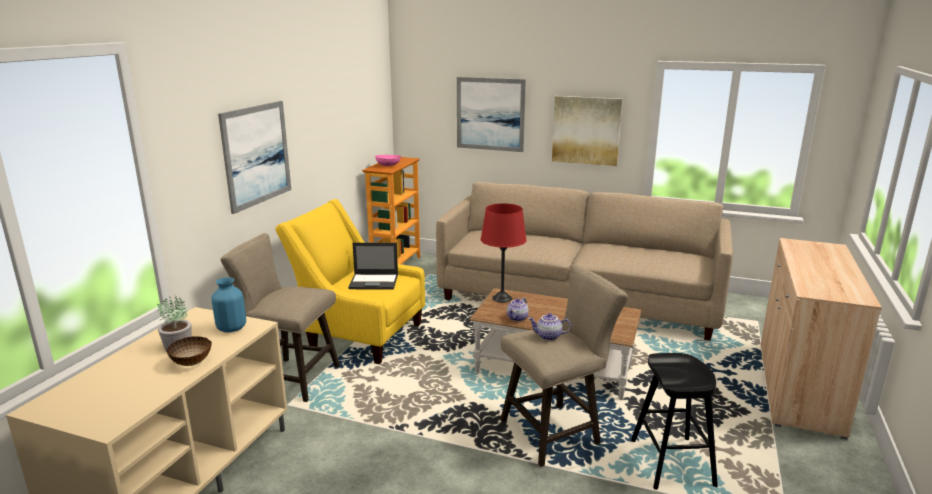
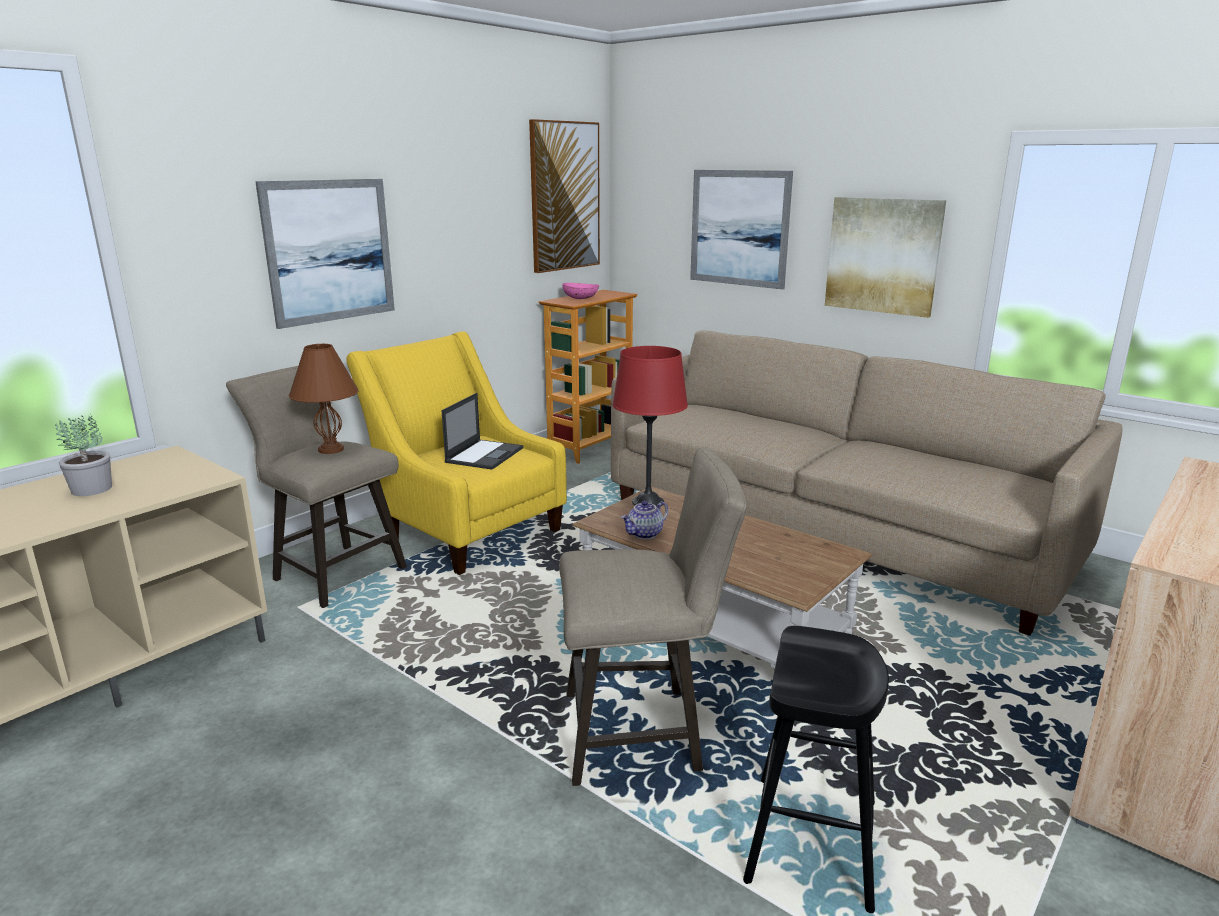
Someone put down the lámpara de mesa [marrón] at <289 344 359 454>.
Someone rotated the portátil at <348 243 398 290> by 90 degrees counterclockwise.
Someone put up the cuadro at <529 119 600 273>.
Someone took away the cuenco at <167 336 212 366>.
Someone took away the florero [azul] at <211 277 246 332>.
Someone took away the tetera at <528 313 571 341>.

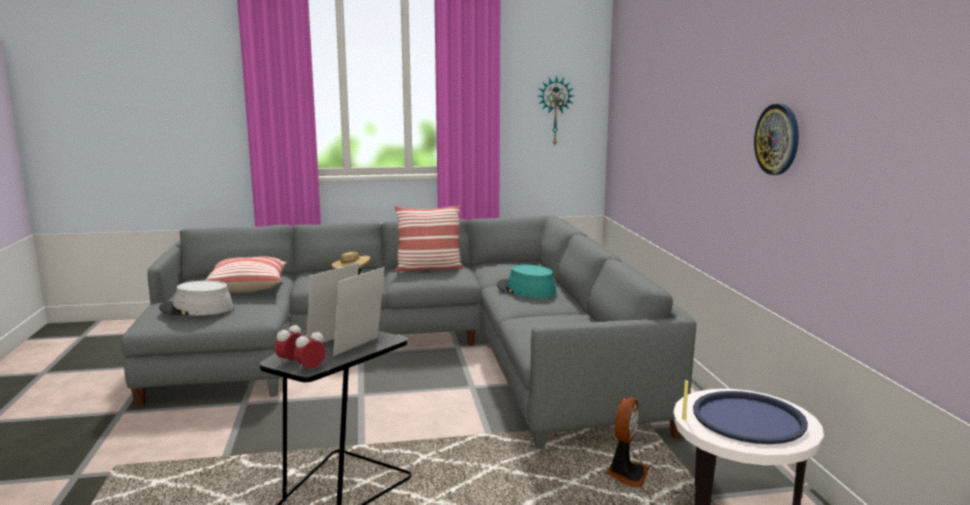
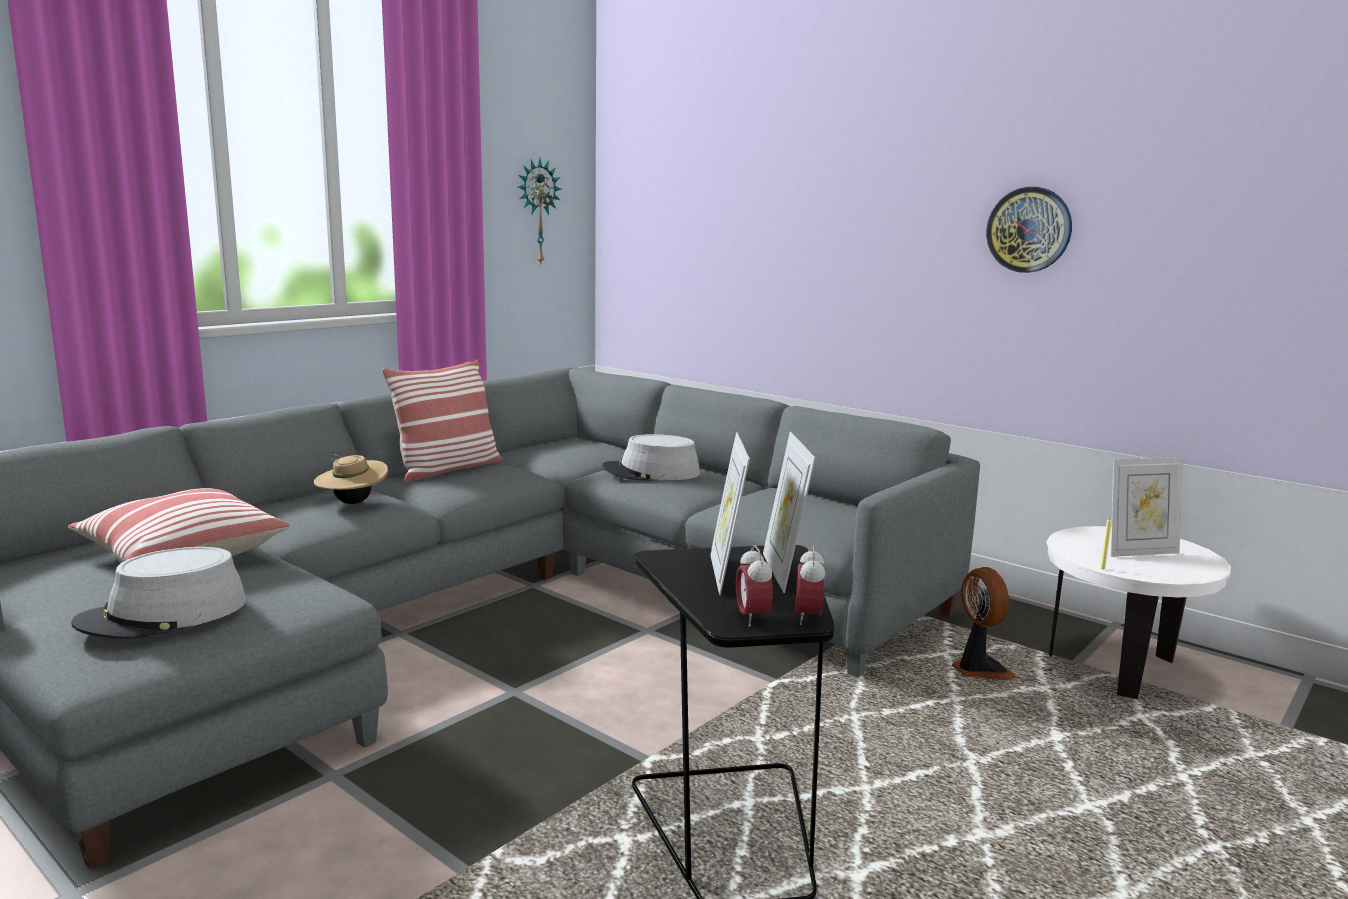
Someone repainted the sombrero [turquesa] at <497 264 556 298>, which became the sombrero [gris] at <602 434 700 480>.
Someone swapped the bandeja [azul] at <693 391 808 444> for the portarretratos at <1111 457 1183 557>.

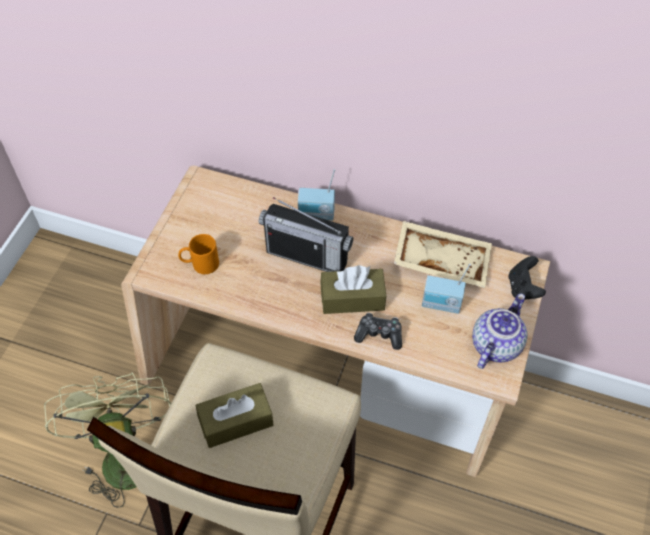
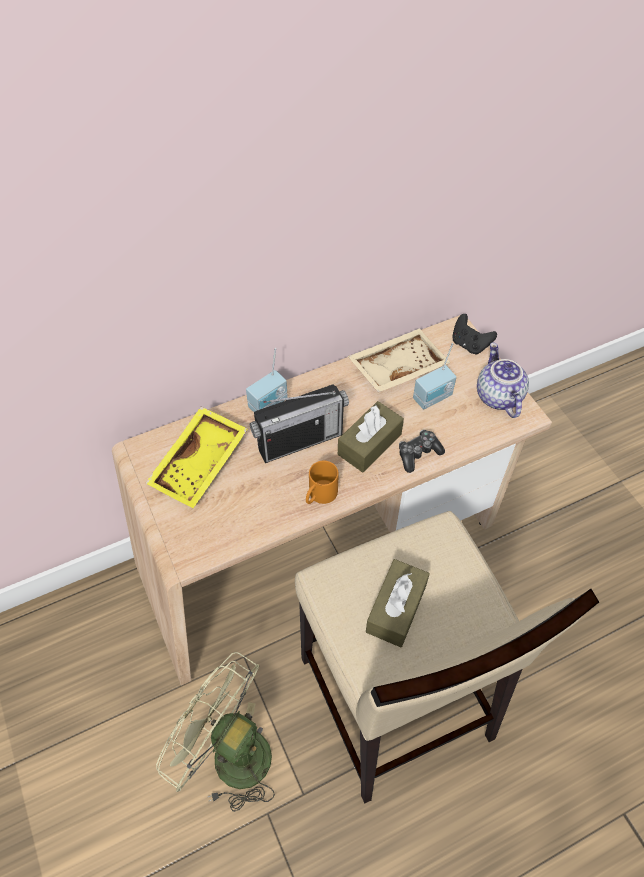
Someone put down the bandeja [amarillo] at <145 407 248 508>.
Someone carried the taza grande [naranja] from <178 234 219 274> to <306 461 339 504>.

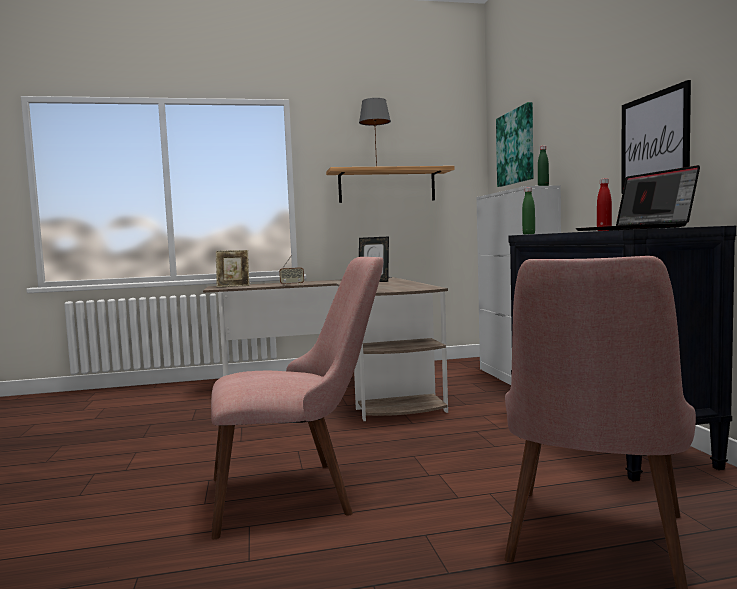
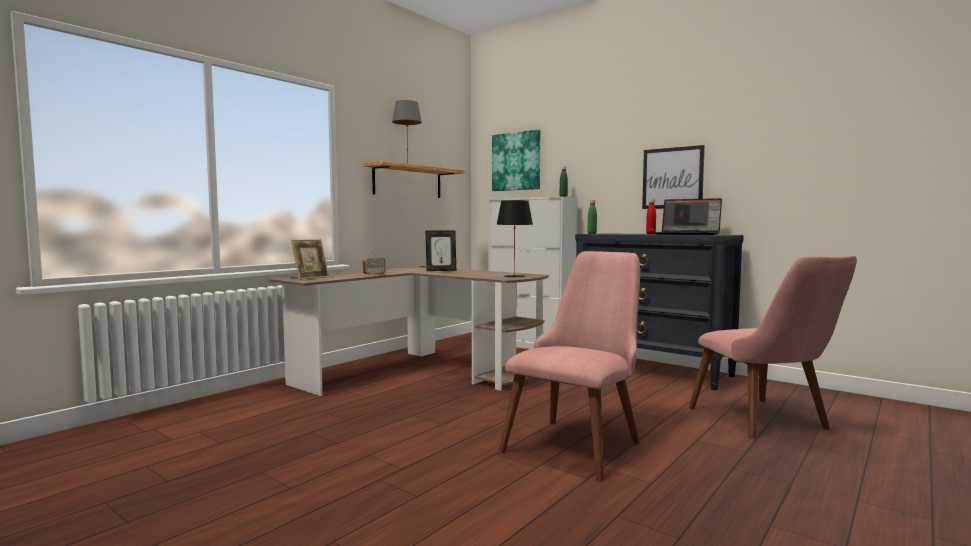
Someone put down the lámpara de mesa [negro] at <497 200 533 277>.

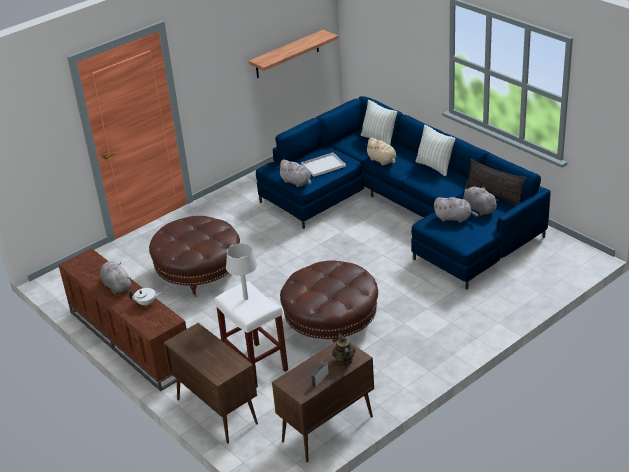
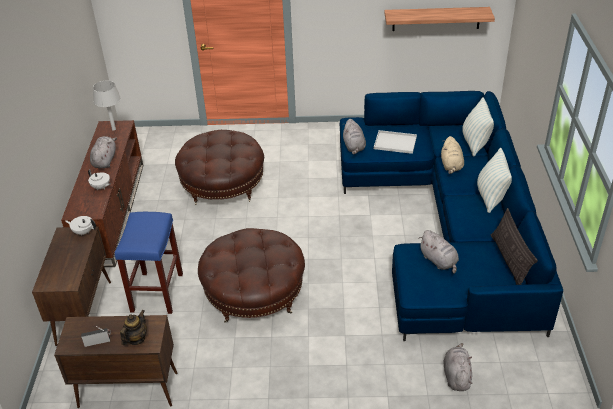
Someone put down the tetera [blanco] at <65 216 96 236>.
Someone carried the lámpara de mesa [gris] from <226 243 257 300> to <93 81 121 131>.
Someone repainted the taburete [blanco] at <215 281 288 388>, which became the taburete [azul] at <115 212 183 314>.
Someone carried the peluche [gris] from <463 186 499 216> to <443 343 472 391>.

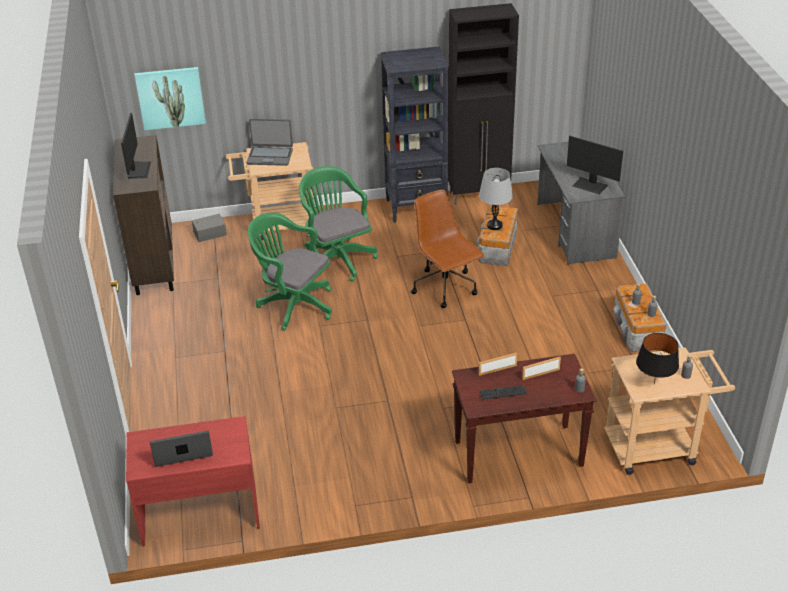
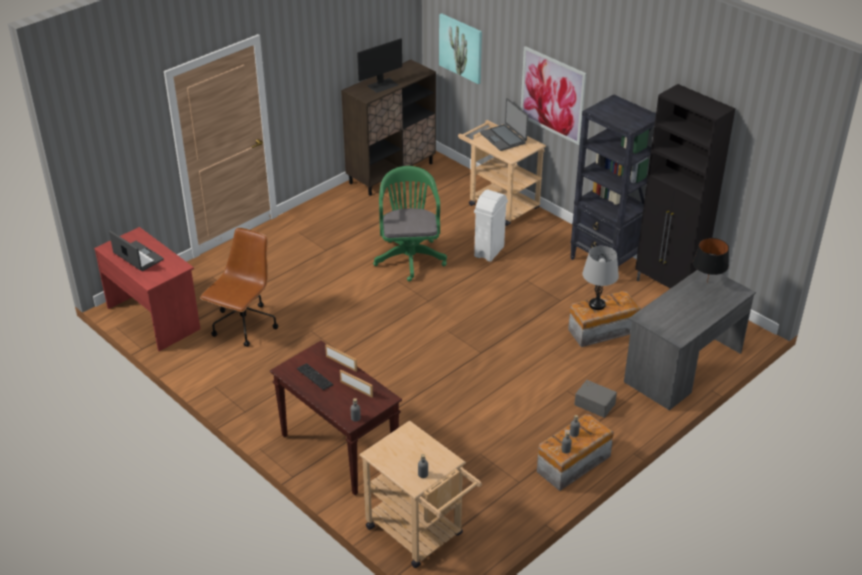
Someone carried the silla de oficina [marrón] from <411 190 485 308> to <200 228 278 347>.
Someone swapped the silla de oficina [verde] at <299 166 378 282> for the papelera [blanco] at <474 189 508 262>.
Someone put up the cuadro at <521 46 587 145>.
Someone carried the caja de almacenaje [gris] from <192 214 227 242> to <574 380 617 418>.
Someone carried the lámpara de mesa [negro] from <636 333 679 384> to <693 238 729 283>.
Someone took away the monitor at <567 136 623 195>.

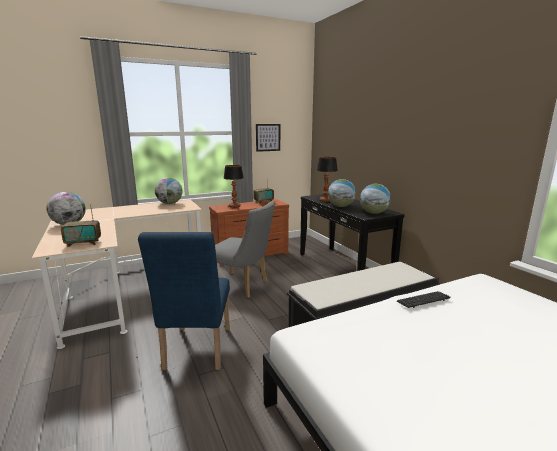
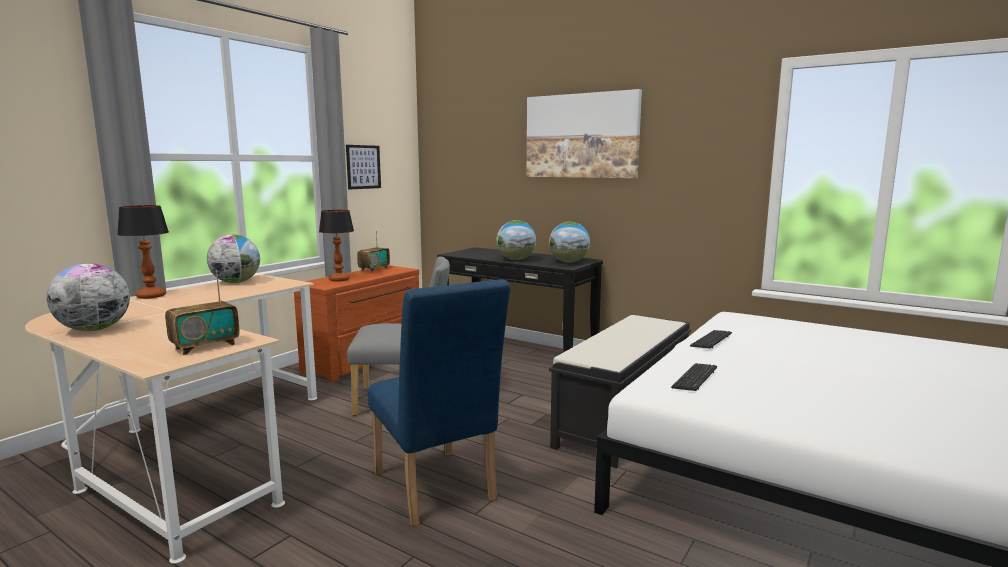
Someone carried the lámpara de mesa from <316 157 338 202> to <117 205 169 299>.
Someone put up the cuadro at <527 89 642 178>.
Someone put down the teclado at <671 363 717 391>.

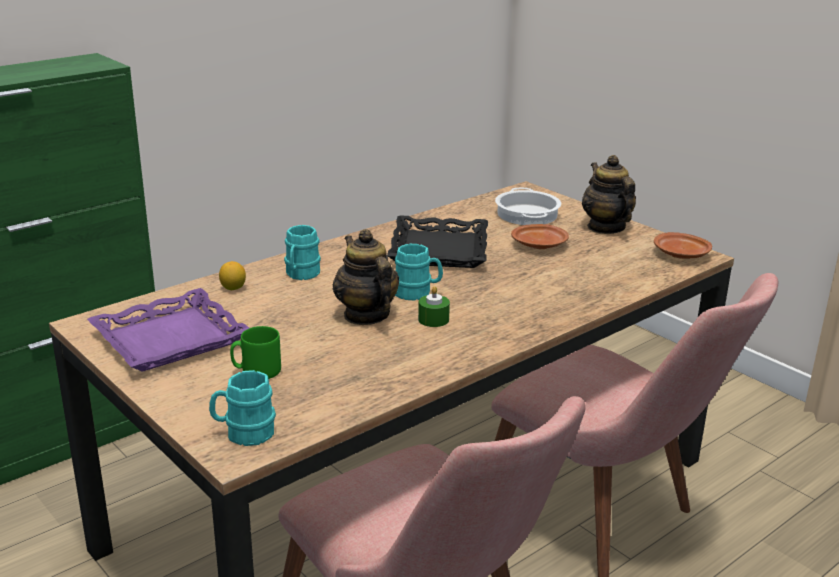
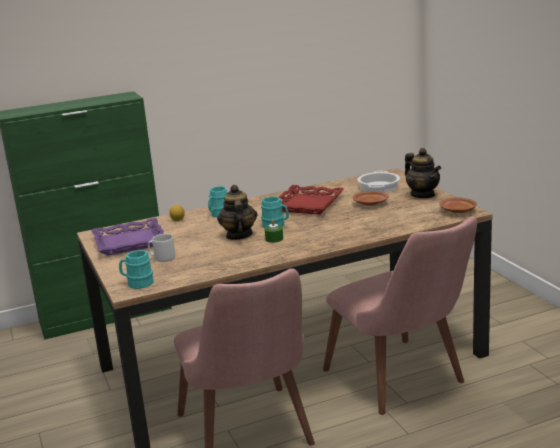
Someone repainted the taza grande [verde] at <230 326 281 379>, which became the taza grande [gris] at <148 234 175 262>.
Someone repainted the bandeja [negro] at <387 215 488 268>, which became the bandeja [rojo] at <279 185 344 215>.
Someone rotated the tetera at <582 155 636 234> by 150 degrees clockwise.

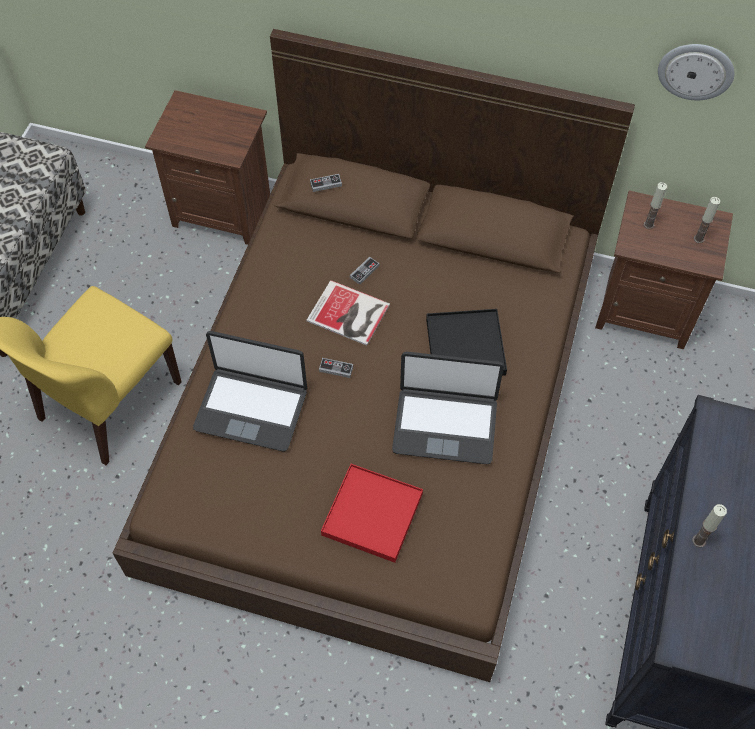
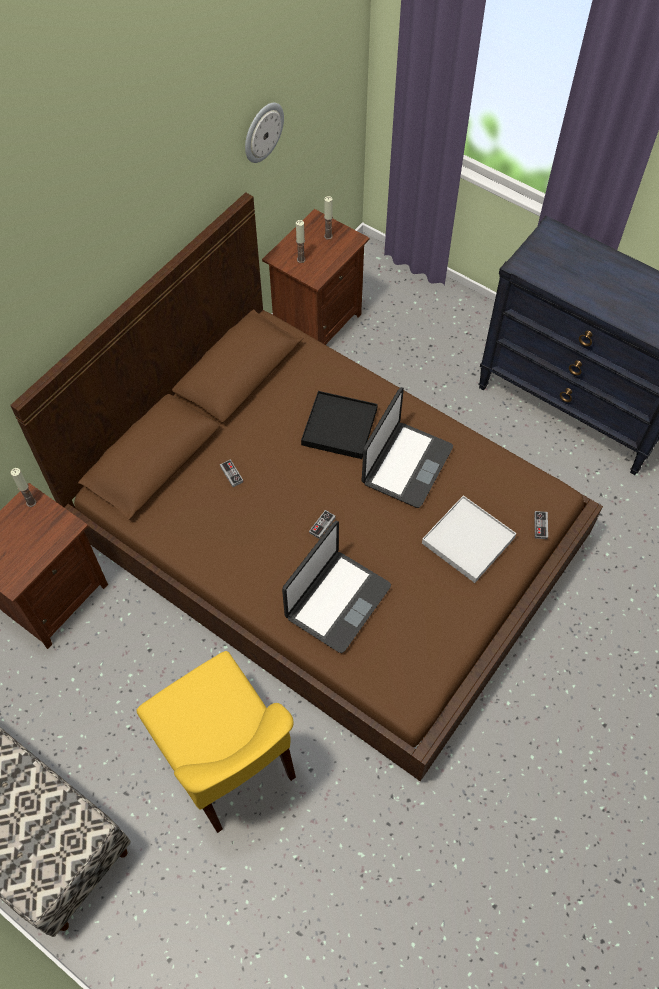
Someone carried the vela from <692 504 727 548> to <11 468 36 507>.
Someone repainted the bandeja [rojo] at <321 464 423 563>, which became the bandeja [blanco] at <422 495 516 583>.
Someone carried the mando de consola from <310 174 342 192> to <534 511 548 539>.
Someone took away the libro at <307 280 390 346>.

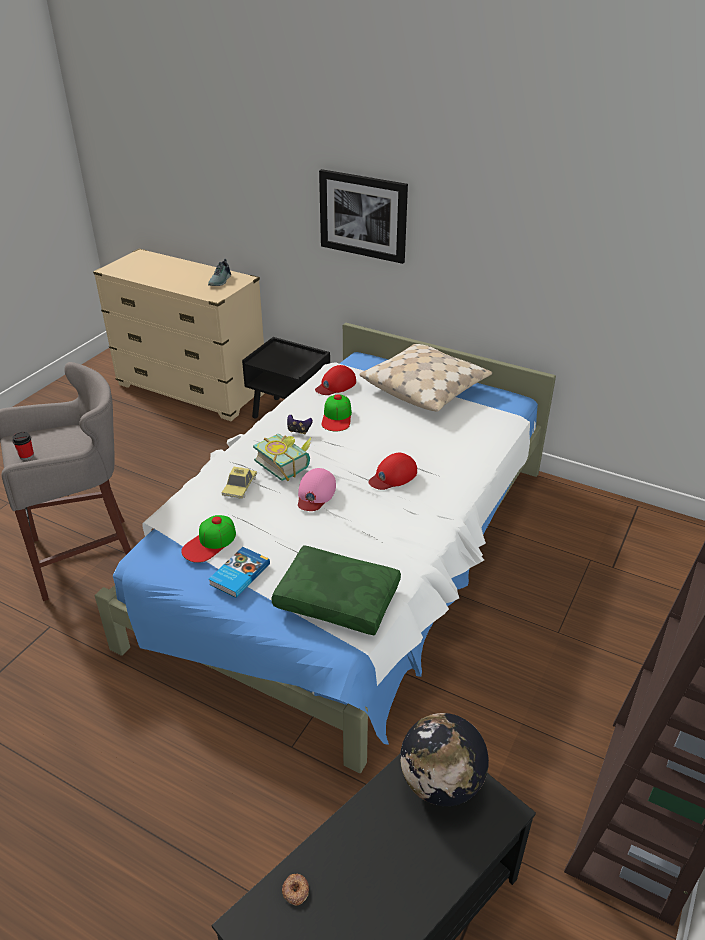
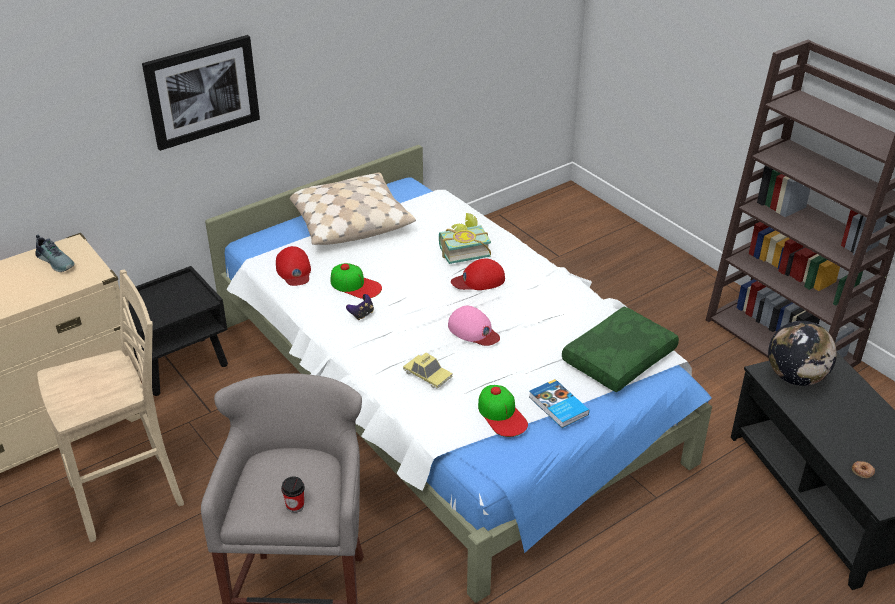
Someone put down the taburete [beis] at <37 270 184 542>.
Someone carried the libro from <253 434 311 481> to <439 213 491 264>.
Someone rotated the gorra [rojo] at <369 453 417 490> by 90 degrees clockwise.

